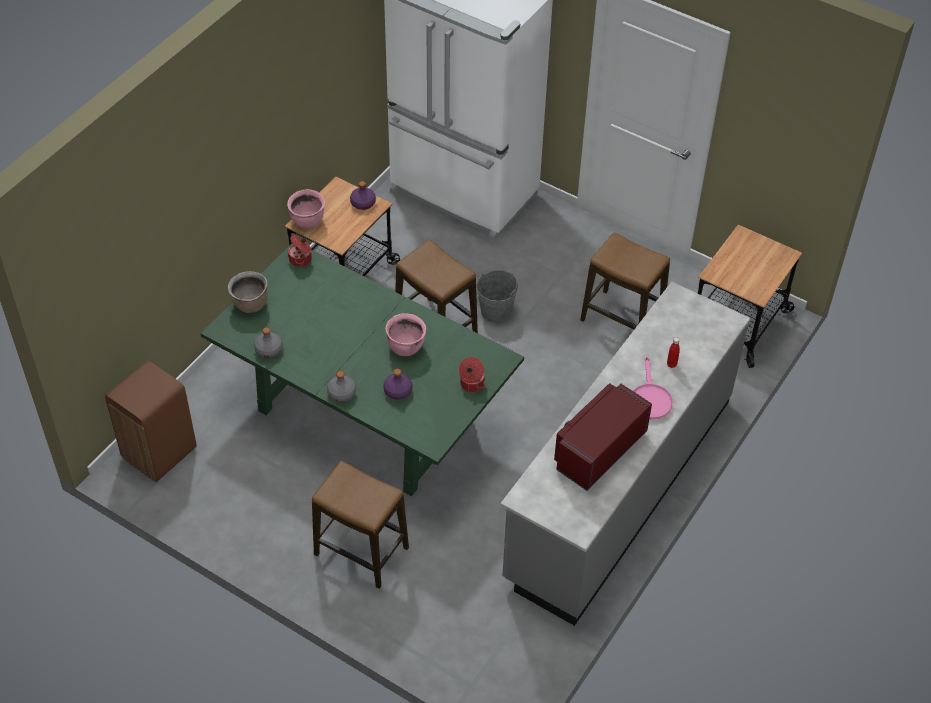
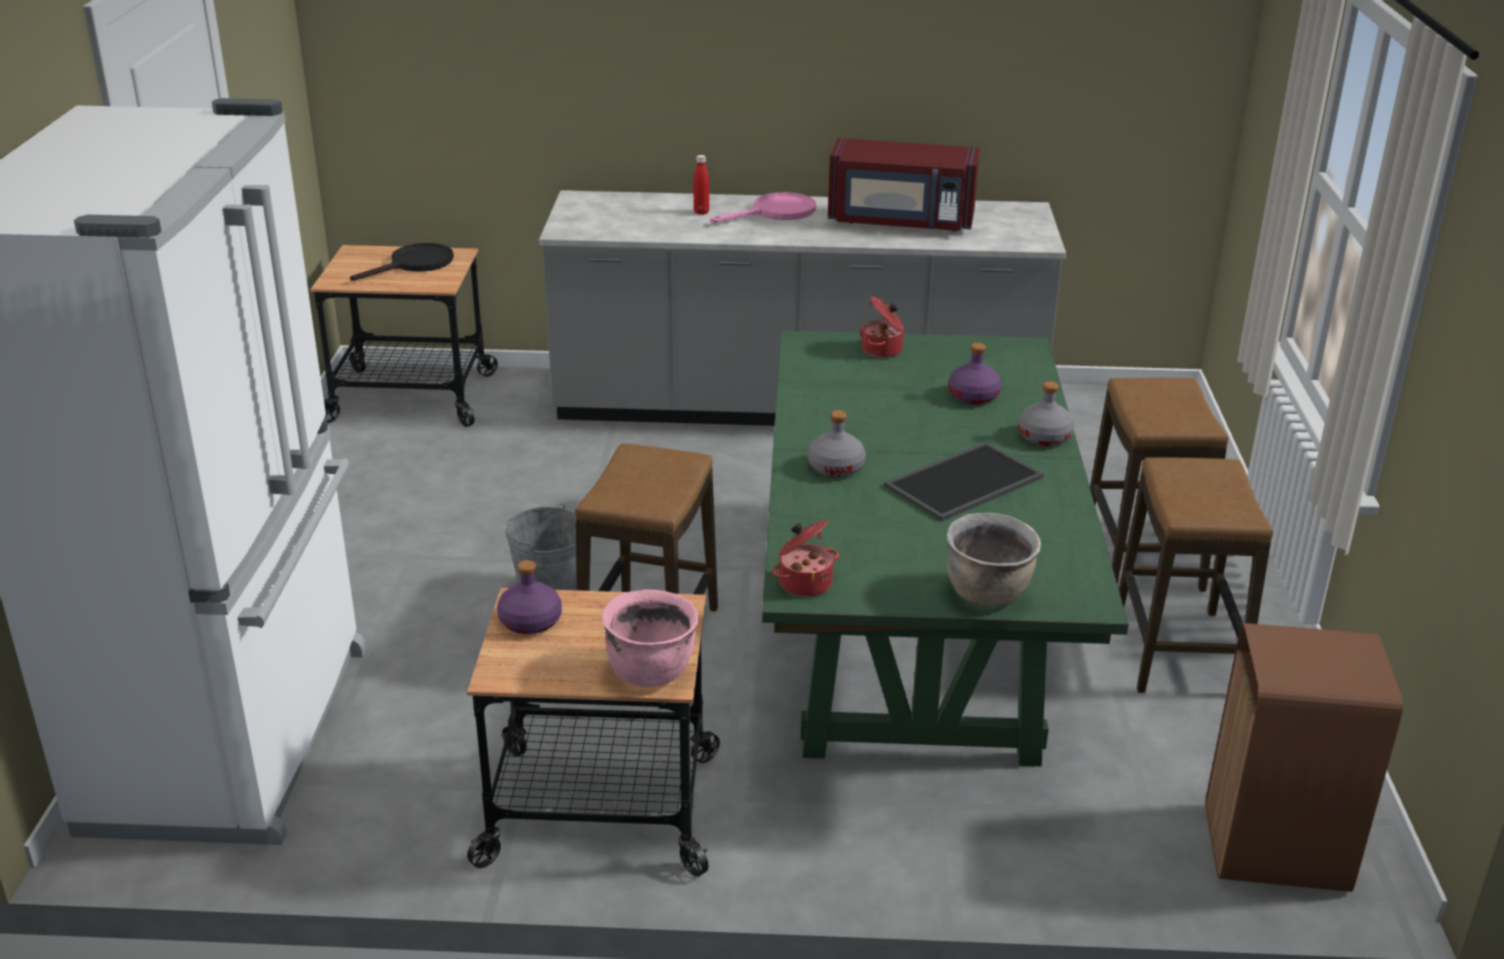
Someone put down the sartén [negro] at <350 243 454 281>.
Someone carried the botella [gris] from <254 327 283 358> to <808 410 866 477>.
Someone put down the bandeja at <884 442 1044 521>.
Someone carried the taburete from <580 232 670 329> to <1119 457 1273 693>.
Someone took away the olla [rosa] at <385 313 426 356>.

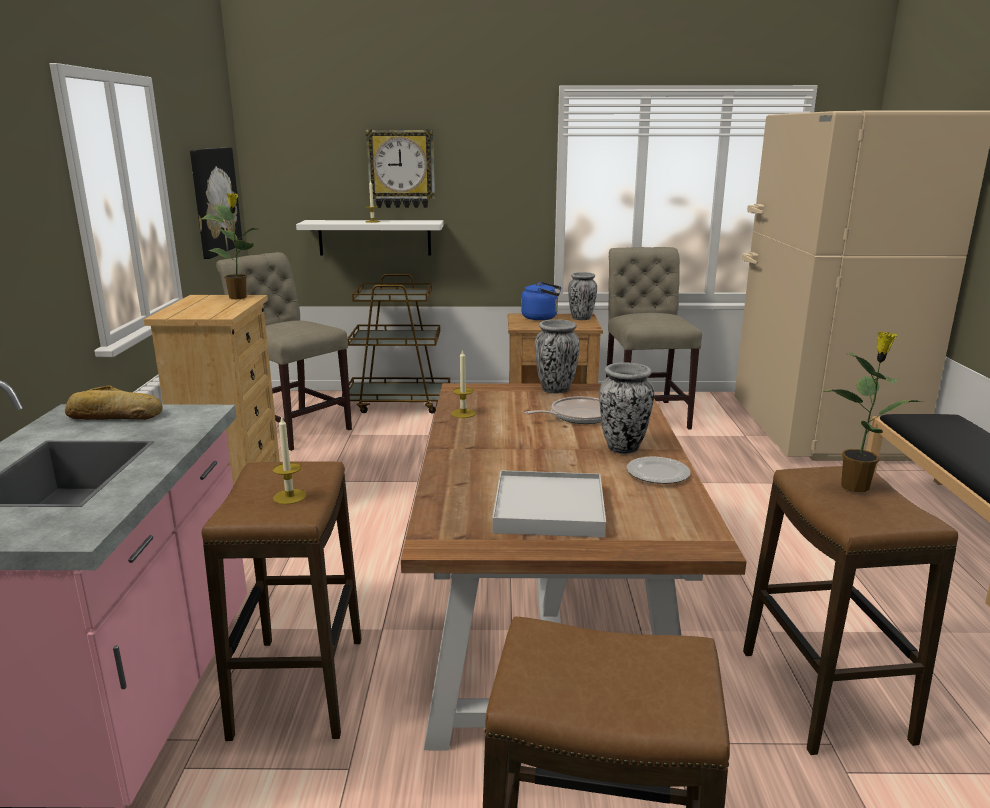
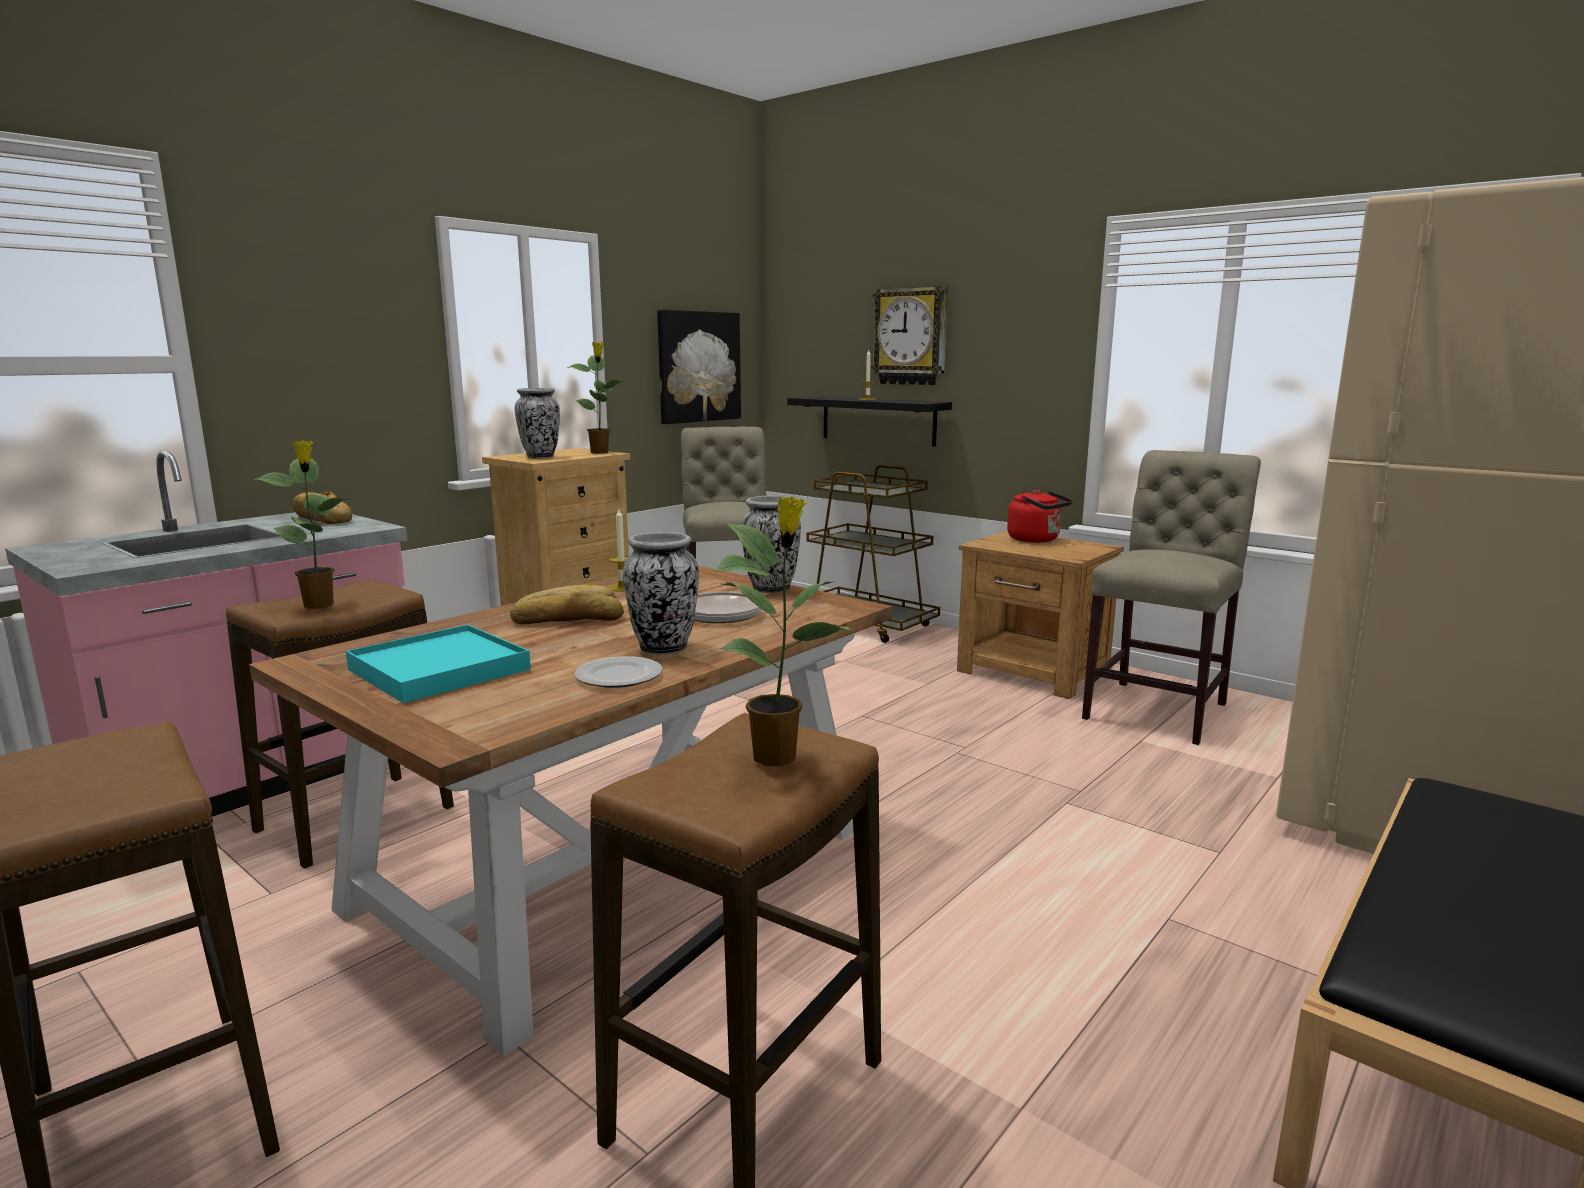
Someone swapped the vela at <273 415 306 505> for the planta en maceta at <254 440 351 609>.
Someone repainted the bandeja [blanco] at <492 470 606 538>, which became the bandeja [turquesa] at <346 625 531 703>.
Someone put down the pan at <510 585 624 624>.
Someone carried the florero from <568 272 597 320> to <515 388 560 459>.
Someone repainted the estante [blanco] at <296 220 443 256>, which became the estante [negro] at <787 396 952 447>.
Someone repainted the hervidor [azul] at <521 282 561 320>, which became the hervidor [rojo] at <1007 490 1073 543>.

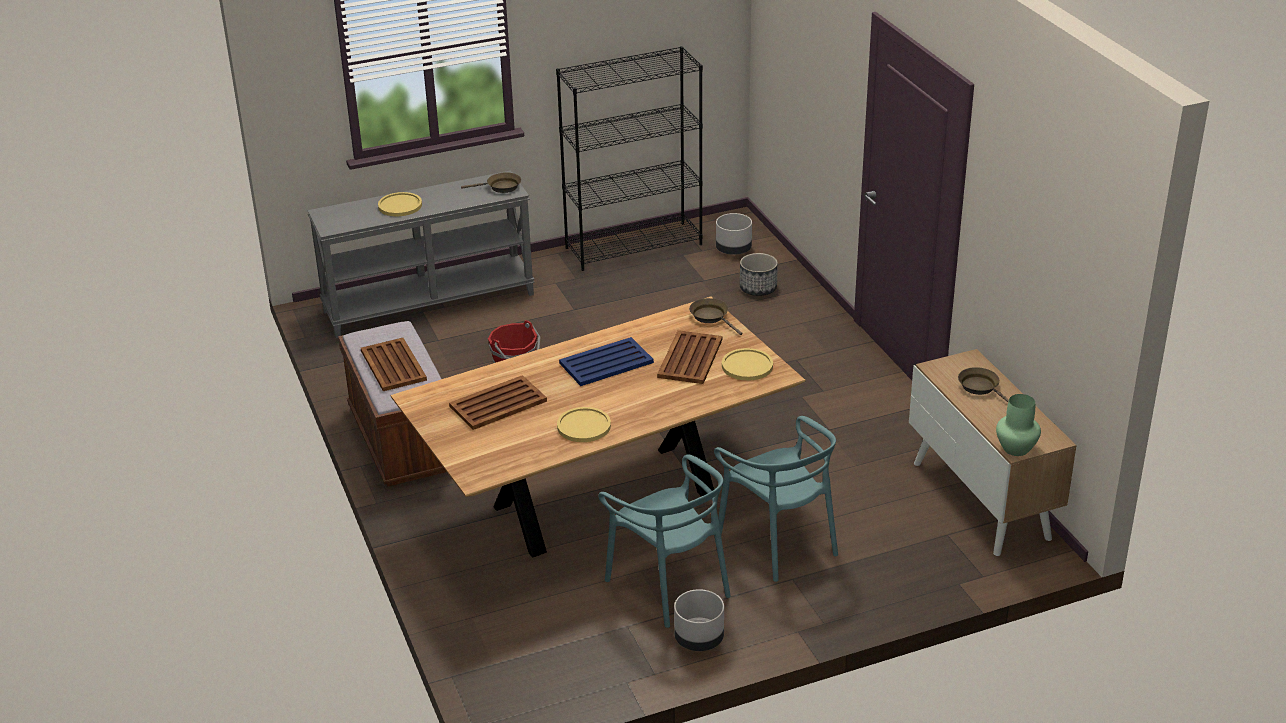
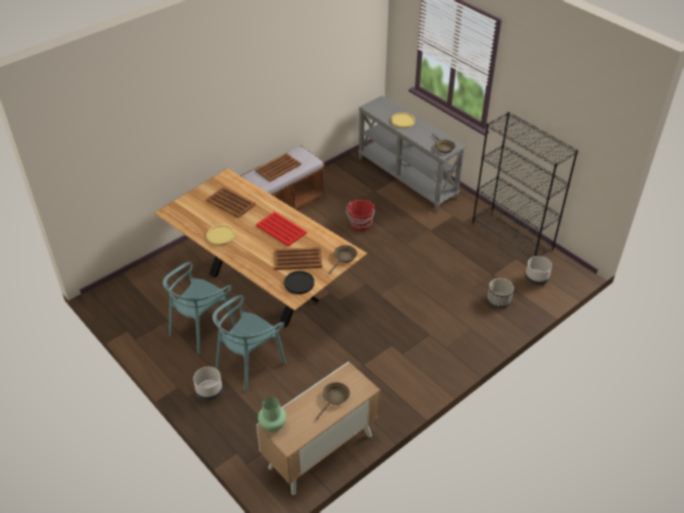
Someone carried the maceta [gris] from <674 589 724 651> to <193 367 223 401>.
Someone repainted the bandeja [azul] at <559 337 654 386>, which became the bandeja [rojo] at <256 212 307 247>.
Someone repainted the plato [amarillo] at <722 348 773 381>, which became the plato [negro] at <284 271 314 294>.

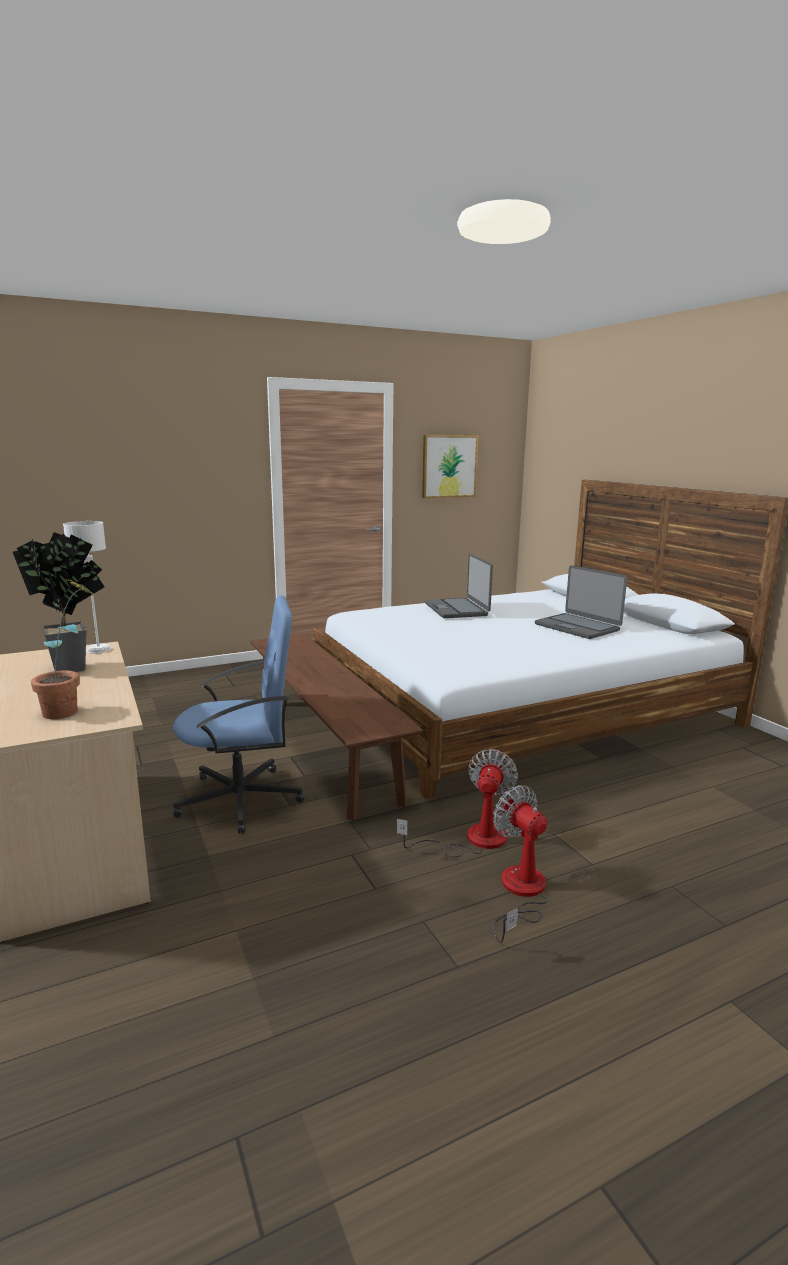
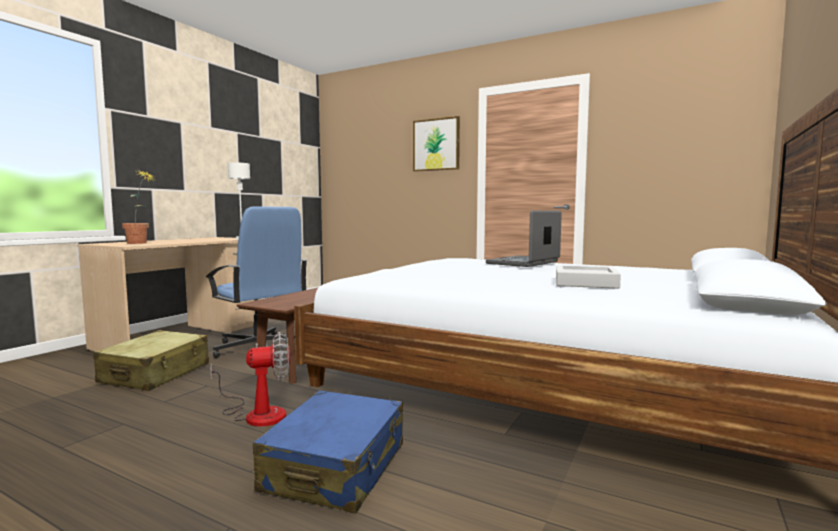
Someone put down the maleta [beis] at <93 330 209 391>.
Someone put down the maleta [azul] at <253 390 403 513>.
Someone carried the cuadro from <422 435 478 498> to <413 116 460 172>.
Someone swapped the portátil at <535 565 627 639> for the bandeja [gris] at <556 265 621 289>.
Someone took away the planta en maceta at <13 532 104 672>.
Someone took away the ventilador at <493 785 548 943>.

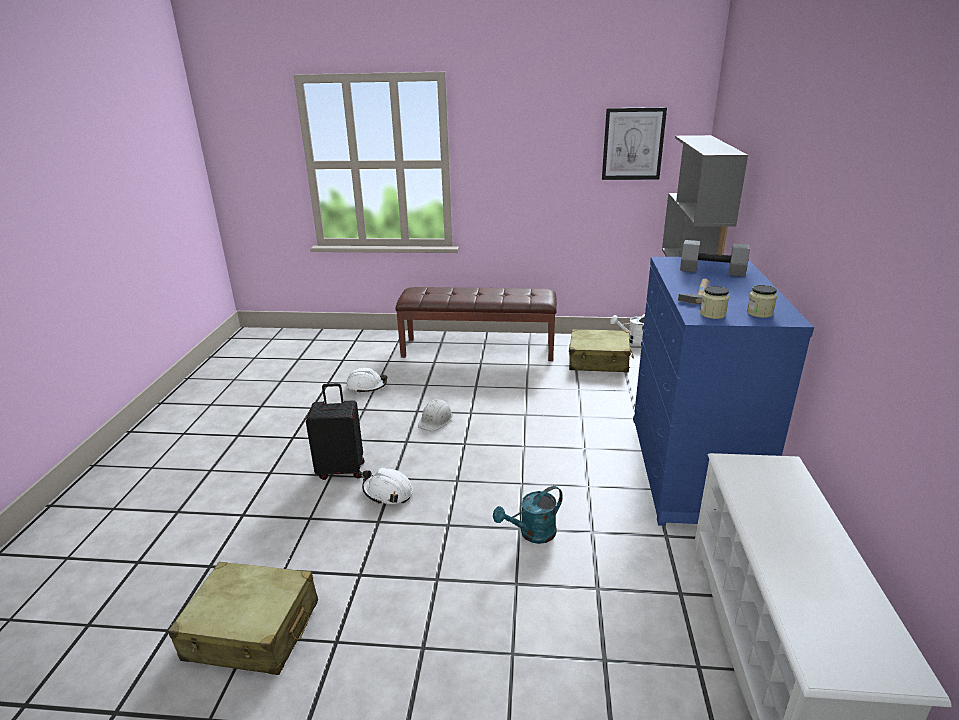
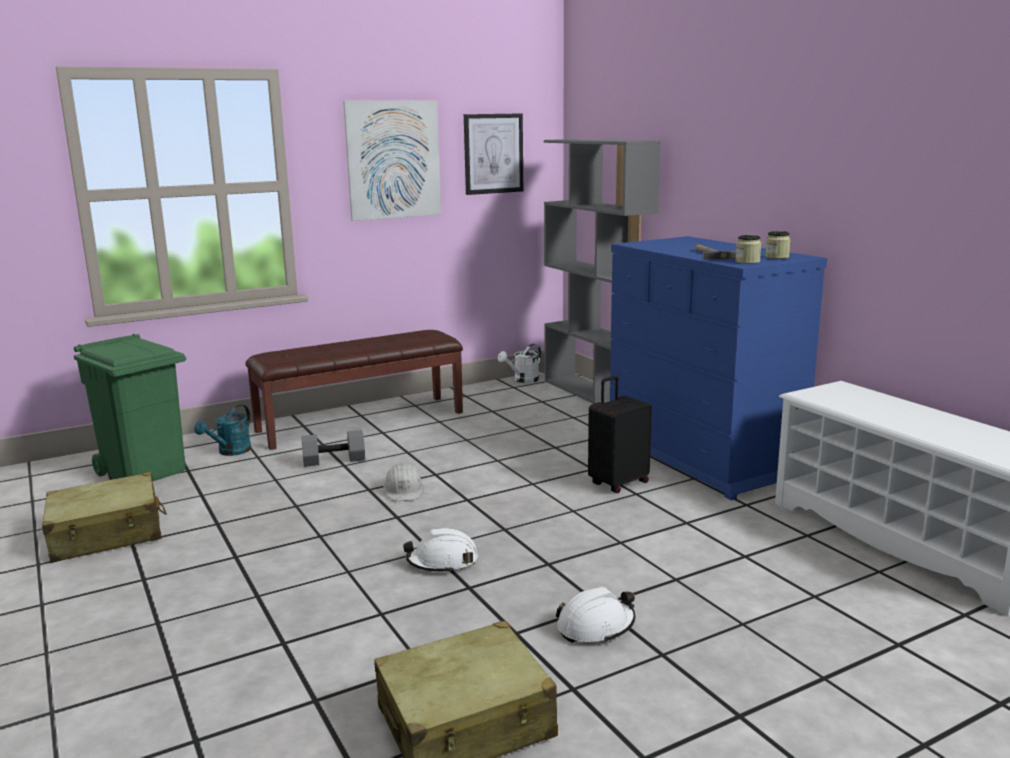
Someone carried the maleta [beis] from <569 329 634 372> to <42 472 167 563>.
Someone put down the papelera [verde] at <74 334 186 481>.
Someone carried the regadera [turquesa] from <493 486 563 544> to <194 404 252 456>.
Someone carried the mancuerna [gris] from <680 240 750 276> to <301 430 365 467>.
Someone put up the cuadro at <343 100 441 221>.
Someone carried the casco [blanco] from <347 368 387 393> to <556 587 636 643>.
Someone carried the maleta [negro] from <306 383 365 480> to <588 376 652 493>.

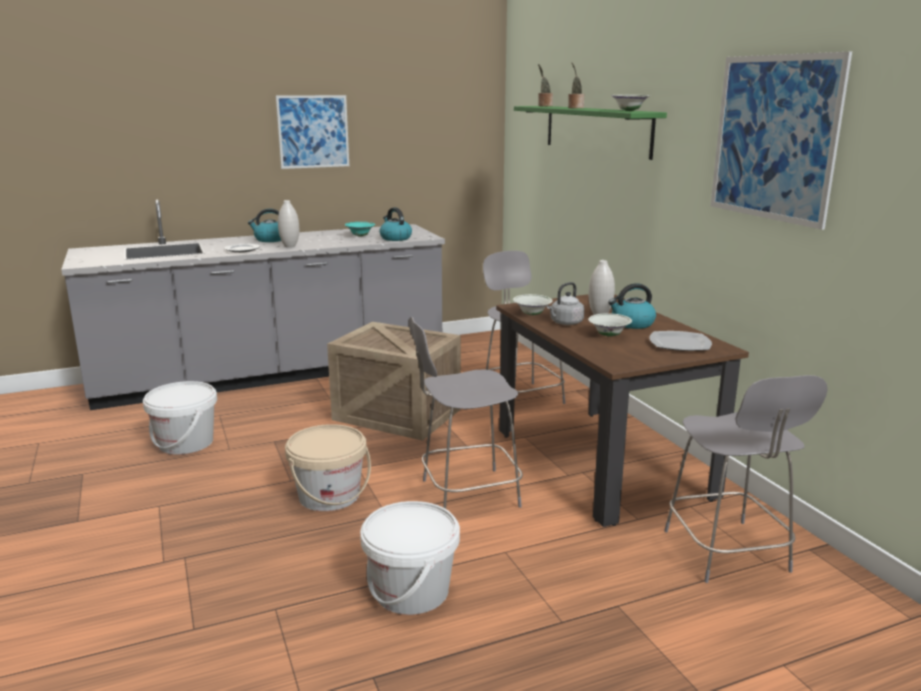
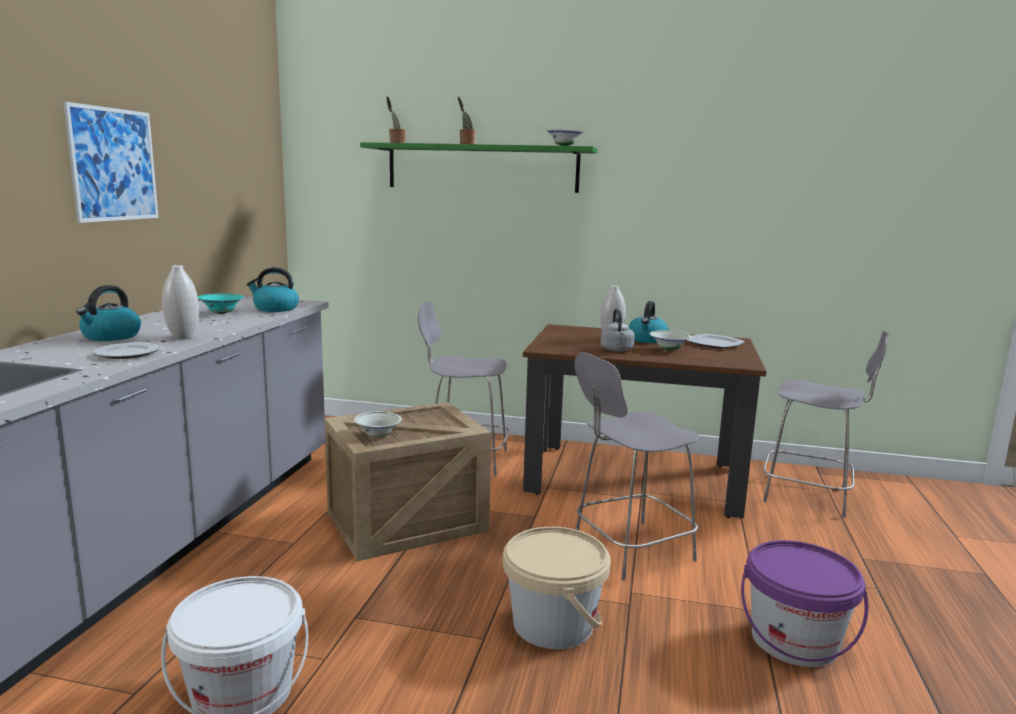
Someone carried the cuenco [blanco] from <513 294 553 315> to <354 411 402 437>.
Someone rotated the silla [gris] at <409 317 523 509> by 45 degrees clockwise.
Someone repainted the cubo [blanco] at <360 501 460 615>, which became the cubo [morado] at <741 540 869 667>.
Someone took away the cuadro at <711 52 852 230>.

